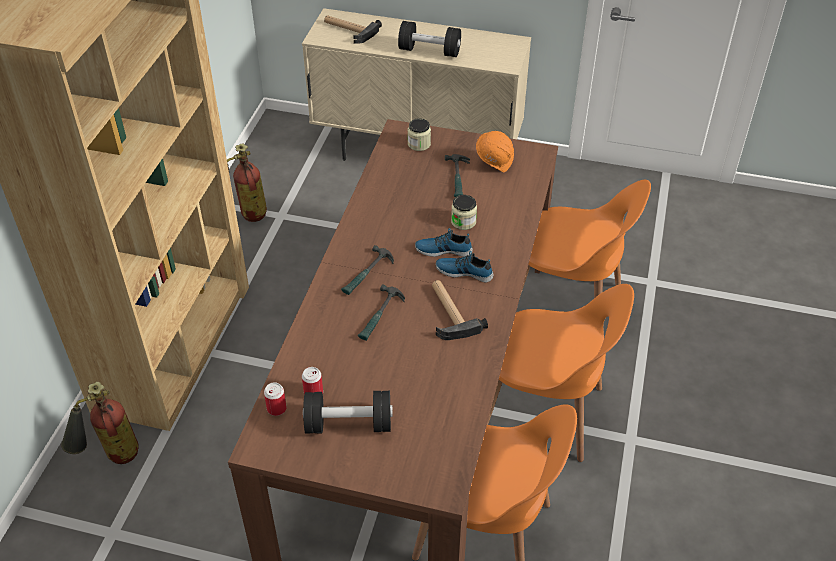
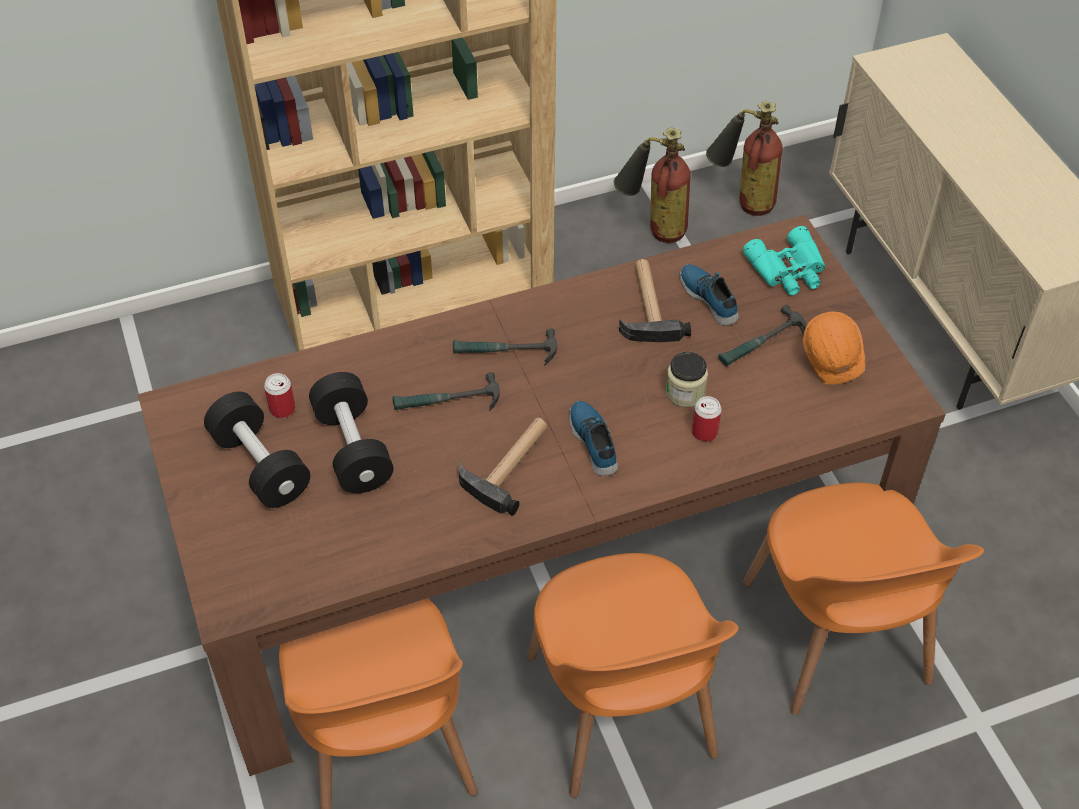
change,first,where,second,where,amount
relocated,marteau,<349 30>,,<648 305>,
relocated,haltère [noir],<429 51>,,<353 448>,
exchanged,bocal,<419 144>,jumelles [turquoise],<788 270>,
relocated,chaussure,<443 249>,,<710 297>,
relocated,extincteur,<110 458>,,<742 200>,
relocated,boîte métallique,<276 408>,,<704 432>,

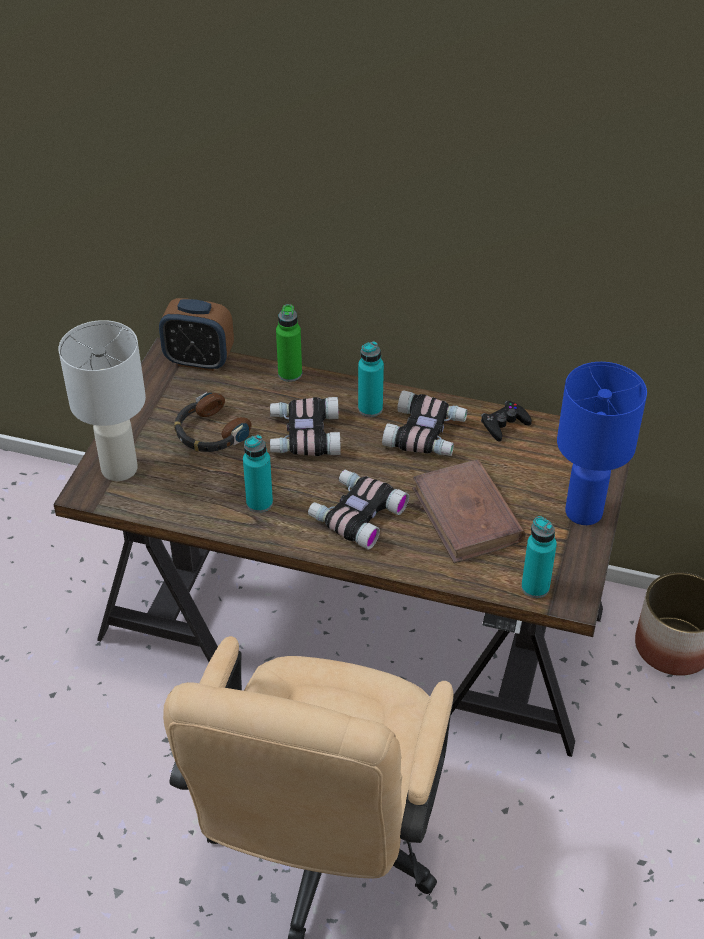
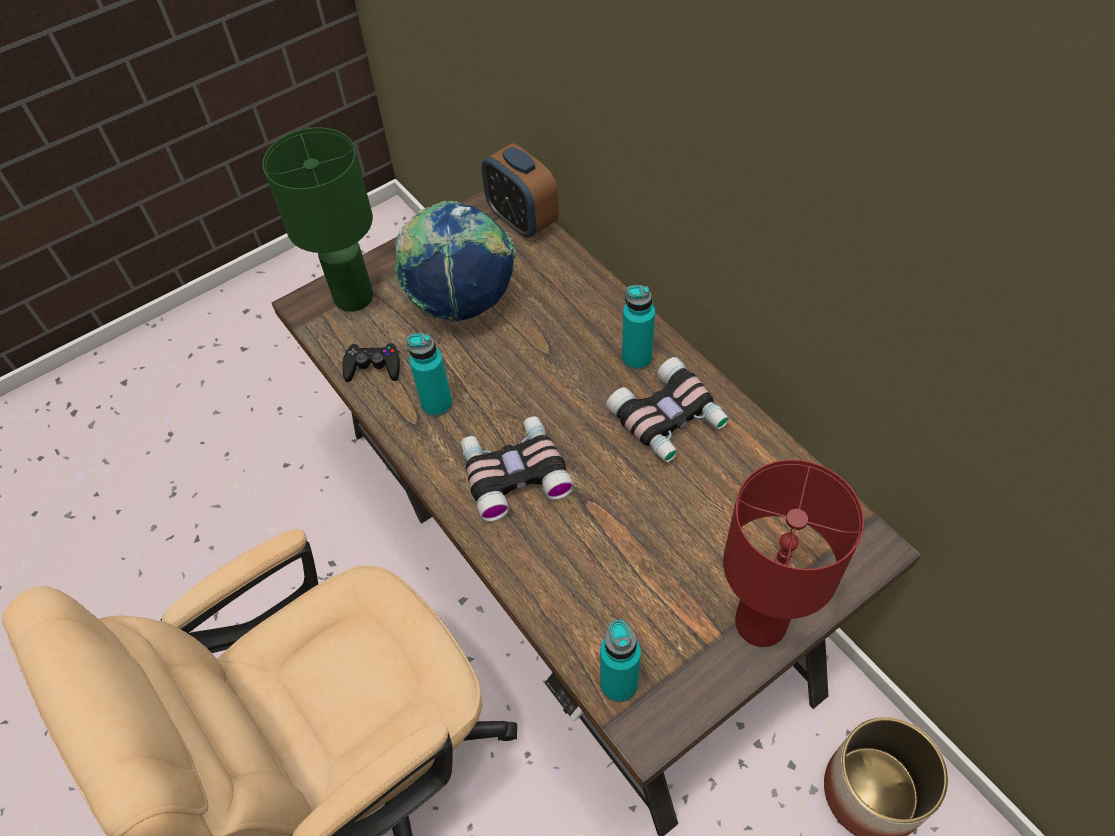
change,first,where,second,where,amount
missing,bouteille [vert],<290 374>,,,
colour,lampe de table [blanc],<118 469>,lampe de table [vert],<352 296>,
colour,lampe de table [bleu],<585 512>,lampe de table [rouge],<761 624>,
exchanged,casque audio,<210 433>,globe,<462 302>,
missing,jumelles,<303 435>,,,
relocated,manette [noir],<504 424>,,<373 366>,
missing,livre [marron],<467 515>,,,

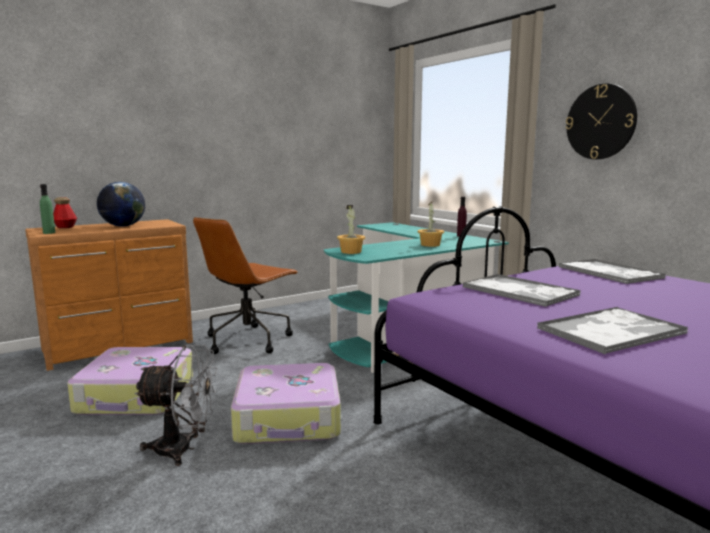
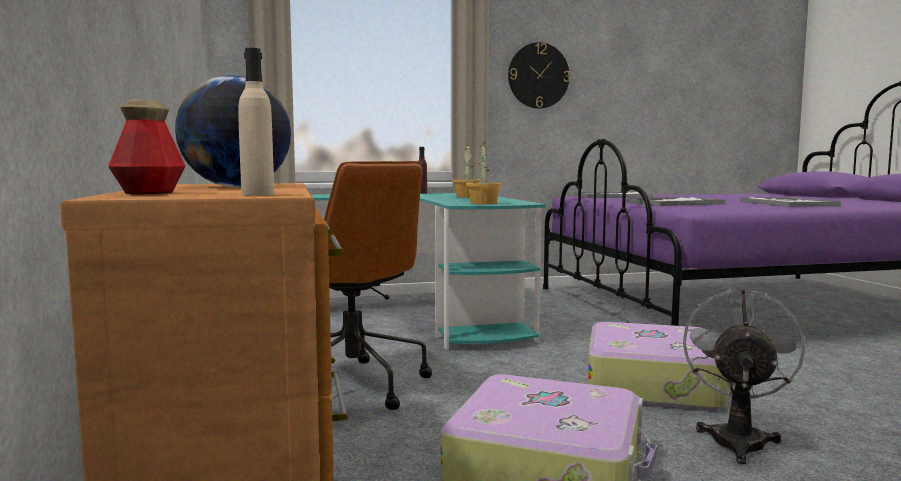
change,first,where,second,where,amount
colour,bouteille [vert],<49 233>,bouteille [beige],<258 194>,

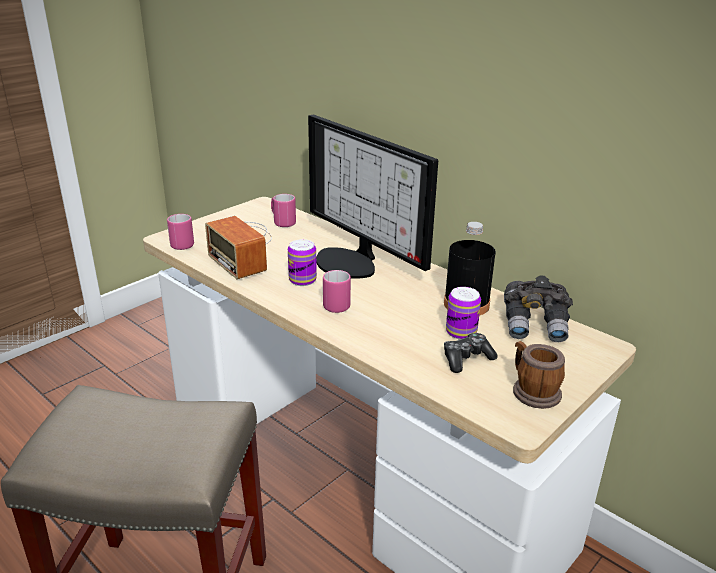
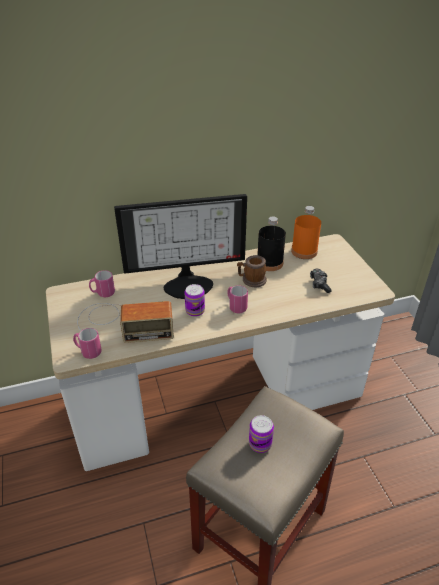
change,first,where,second,where,amount
exchanged,jumelles [gris],<535 325>,bouteille [orange],<304 251>,
relocated,boîte métallique,<461 332>,,<260 444>,
relocated,mug,<532 391>,,<251 280>,

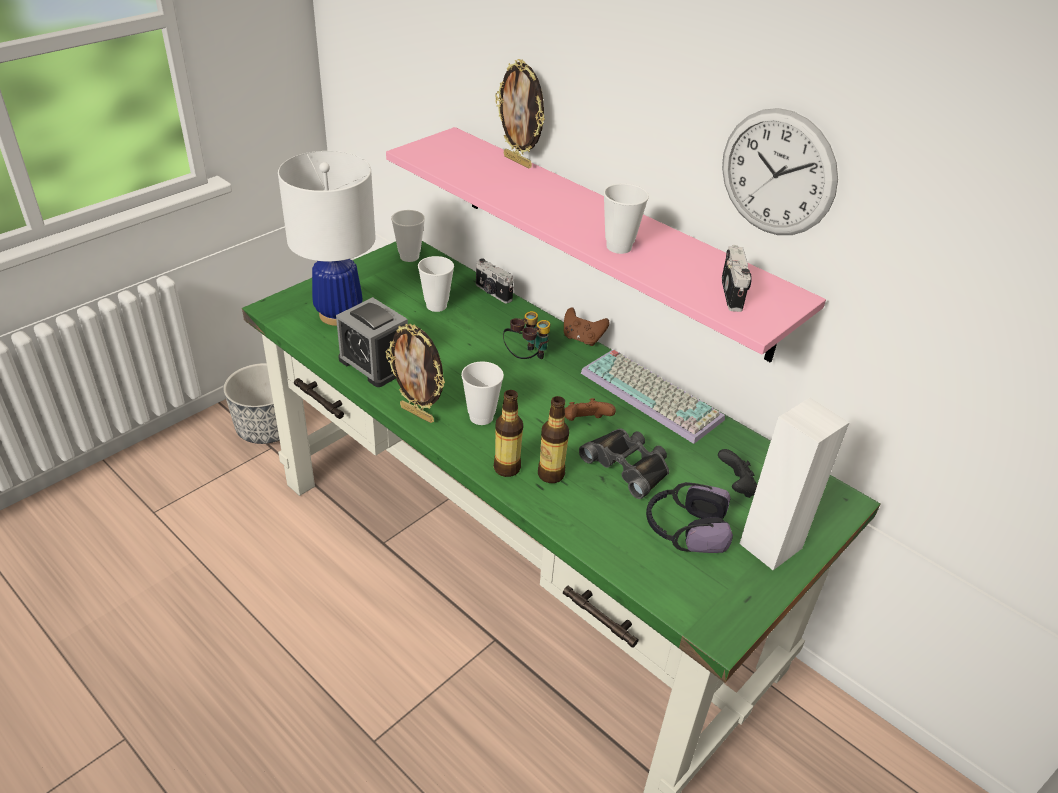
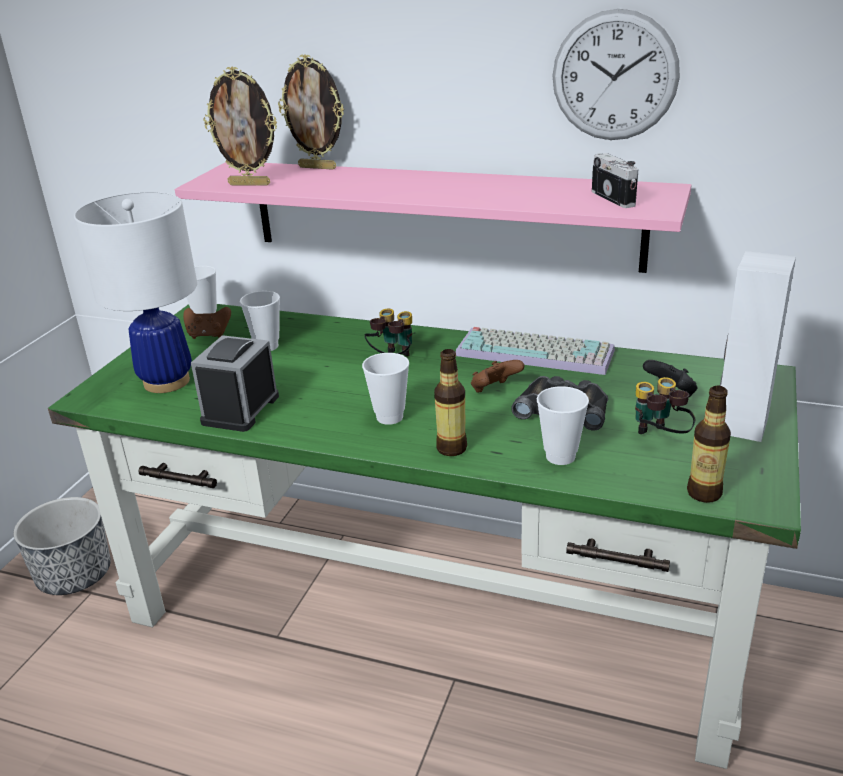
change,first,where,second,where,amount
relocated,tasse,<619 247>,,<560 456>,
missing,appareil photo,<492 293>,,,
spun,réveil,<375 364>,,<240 409>,90 degrees clockwise
relocated,manette [marron],<582 339>,,<209 335>,
relocated,cadre photo,<418 414>,,<250 184>,
relocated,bouteille,<551 474>,,<704 493>,
exchanged,casque audio,<685 529>,jumelles,<659 439>,

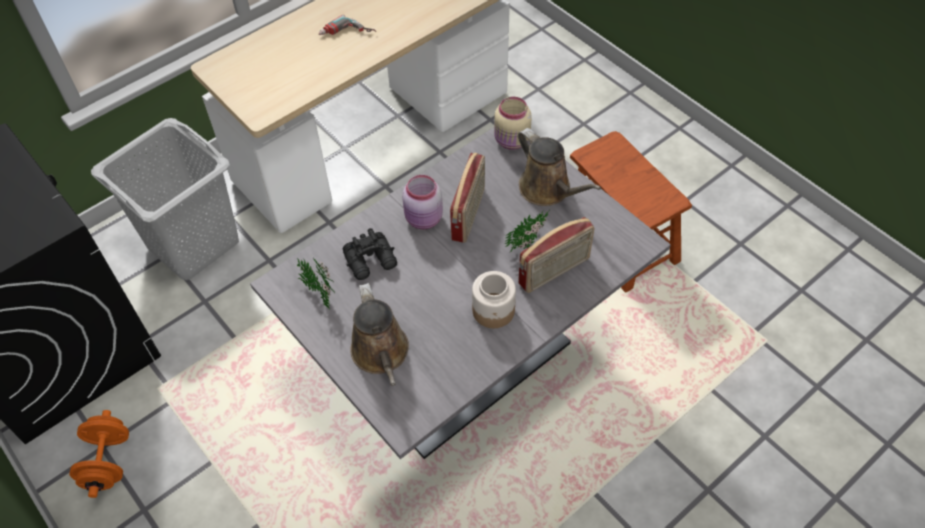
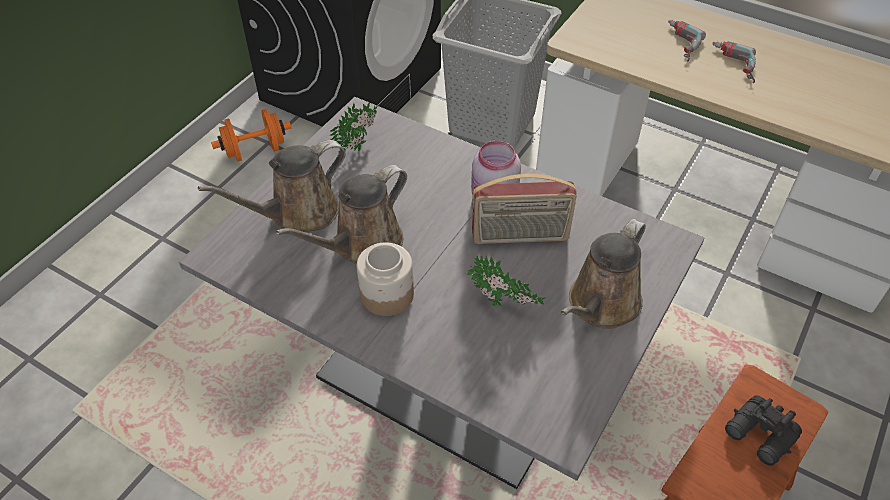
change,first,where,second,where,amount
missing,bocal [beige],<512 141>,,,
missing,radio,<555 272>,,,
relocated,jumelles [noir],<372 261>,,<760 436>,
appeared,,,perceuse,<677 44>,
appeared,,,arrosoir [marron],<362 244>,

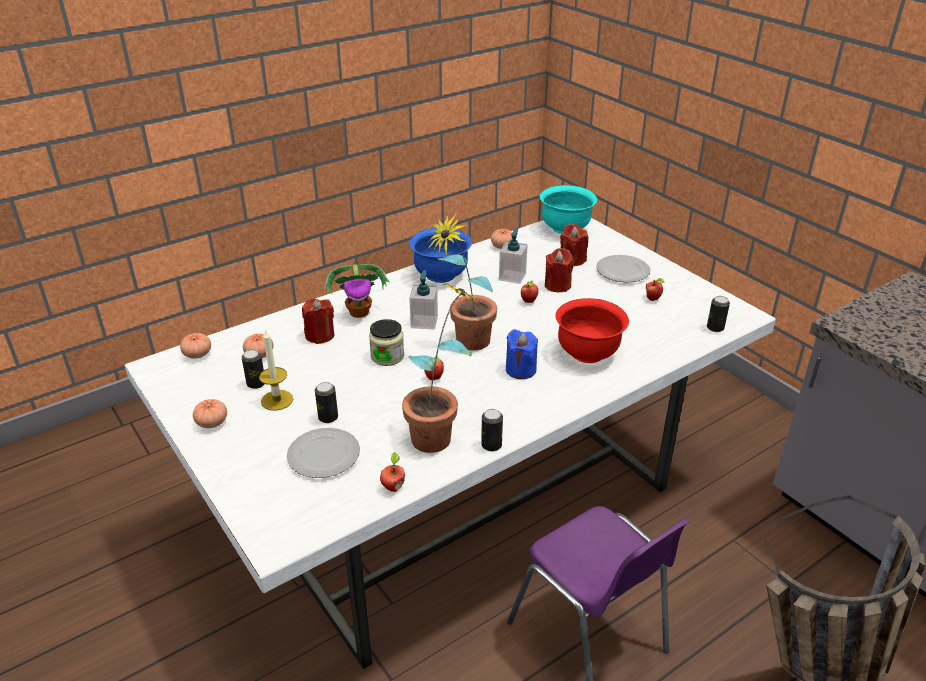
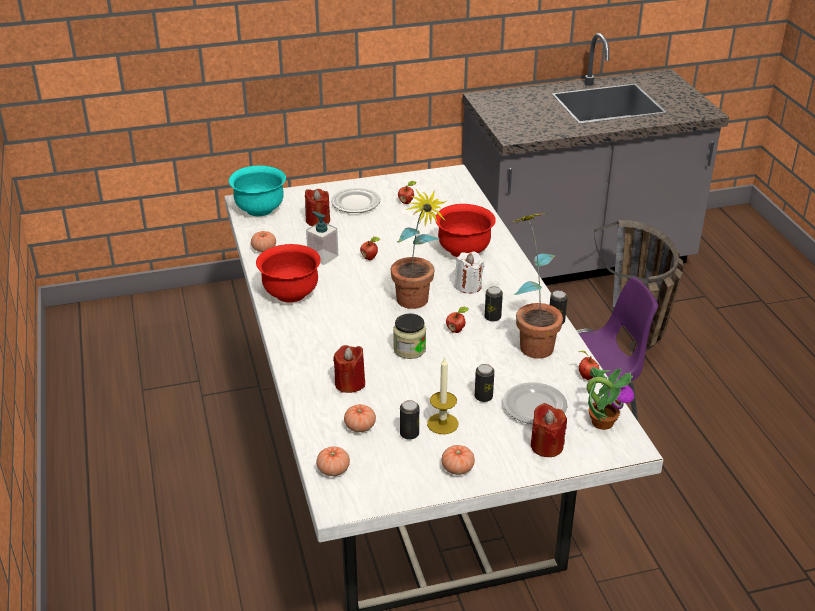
change,first,where,second,where,amount
colour,bol [bleu],<441 275>,bol [rouge],<291 294>,
relocated,bougie [rouge],<557 285>,,<546 446>,
relocated,plante en pot,<360 312>,,<602 422>,
missing,distributeur de savon,<424 322>,,,
relocated,boîte métallique,<715 328>,,<492 317>,
colour,bougie [bleu],<520 370>,bougie [blanc],<468 286>,

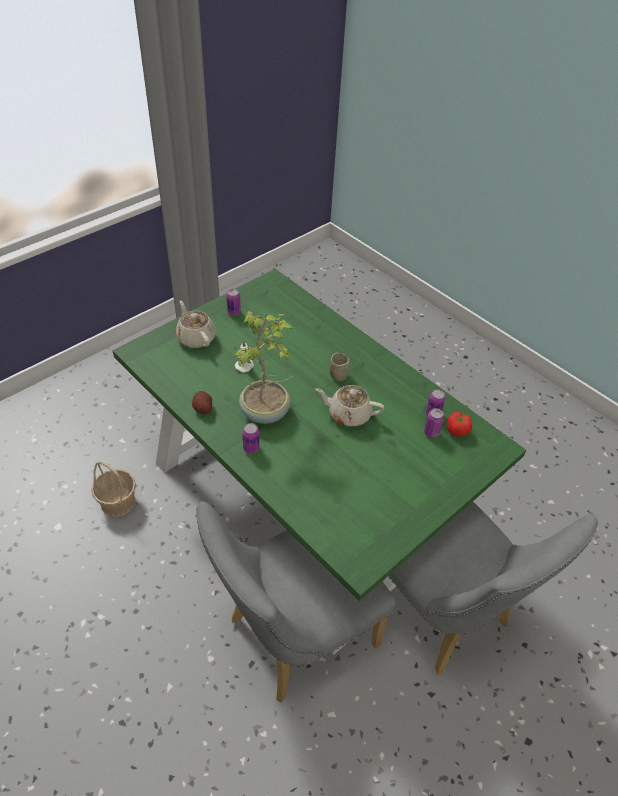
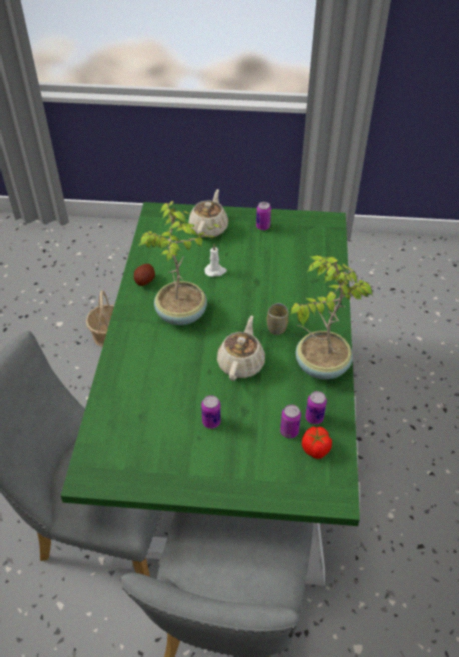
change,first,where,second,where,amount
spun,théière [beige],<348 414>,,<241 363>,45 degrees clockwise
relocated,boîte métallique,<251 448>,,<211 422>,
appeared,,,plante en pot,<320 365>,

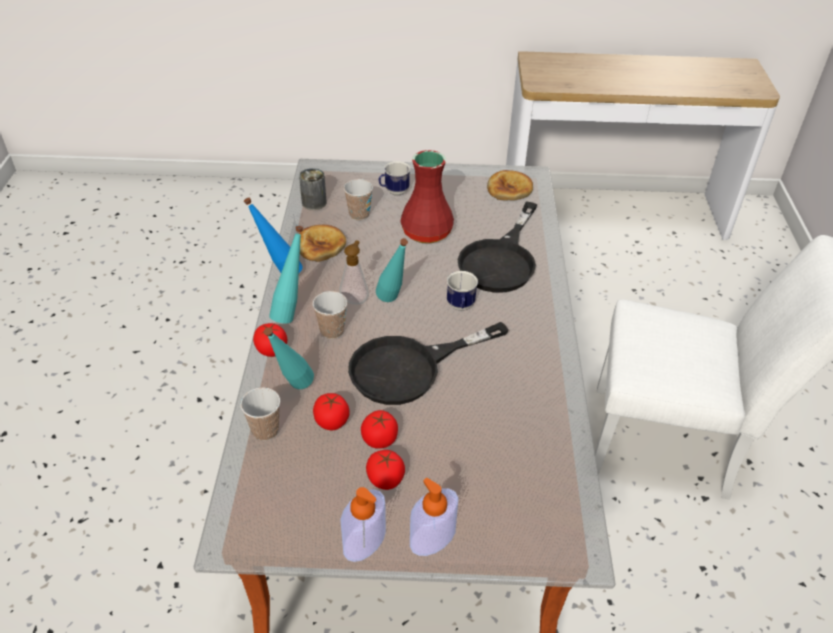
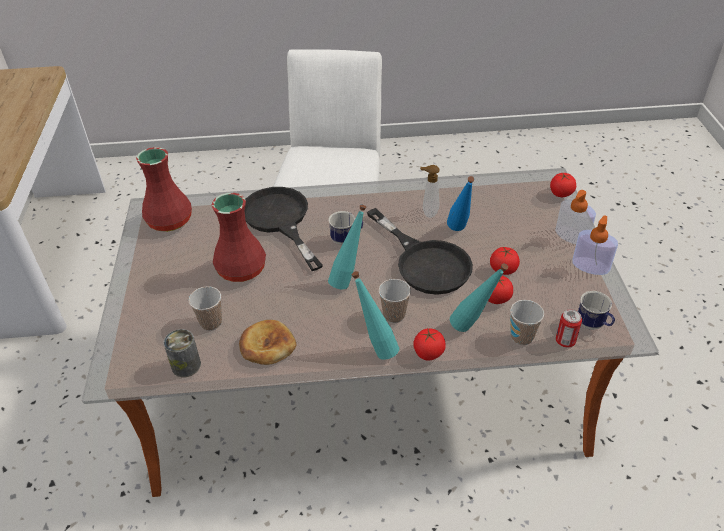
change,first,where,second,where,amount
relocated,mug,<393 192>,,<593 325>,
exchanged,pain,<509 189>,vase [rouge],<169 220>,
relocated,bouteille [bleu],<279 273>,,<459 232>,
spun,poêle [noir],<501 260>,,<280 220>,135 degrees counterclockwise
relocated,distributeur de savon,<355 299>,,<428 213>,
relocated,tomate,<385 479>,,<561 193>,
appeared,,,boîte métallique,<565 341>,

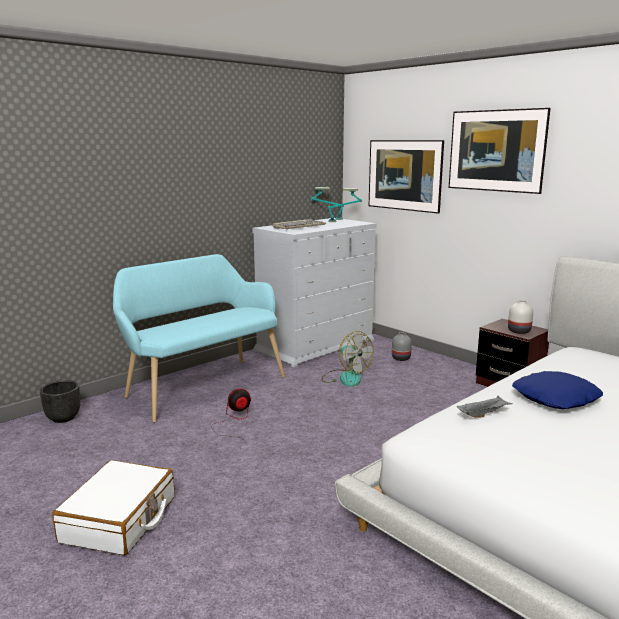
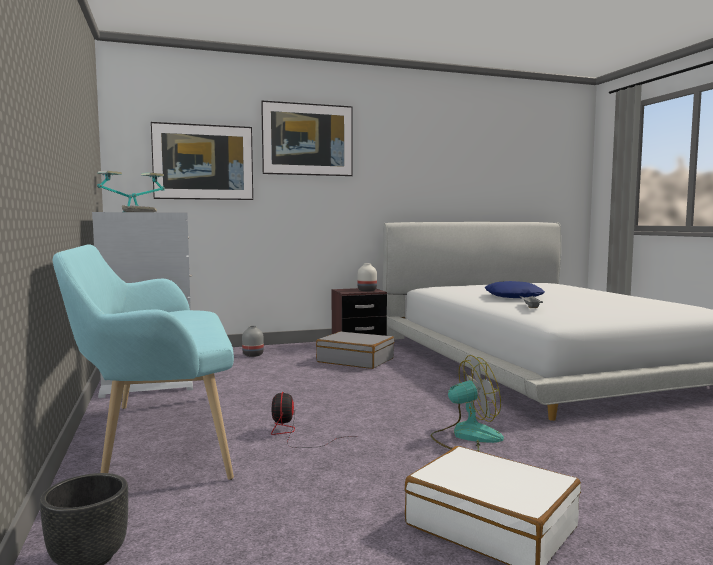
change,first,where,second,where,amount
relocated,ventilateur,<345 377>,,<466 436>,
appeared,,,valise [gris],<355 360>,

